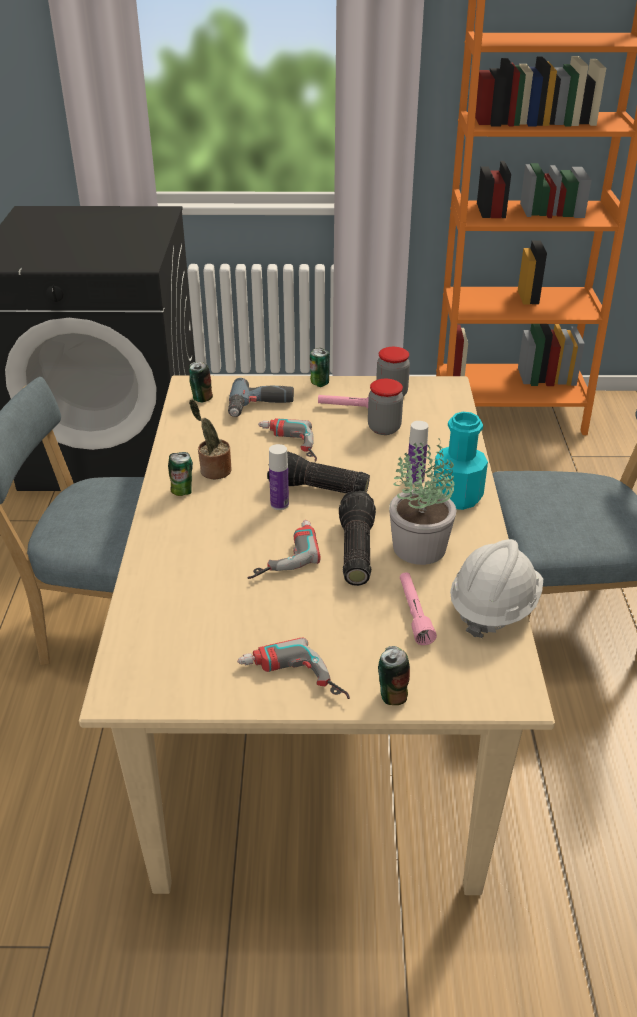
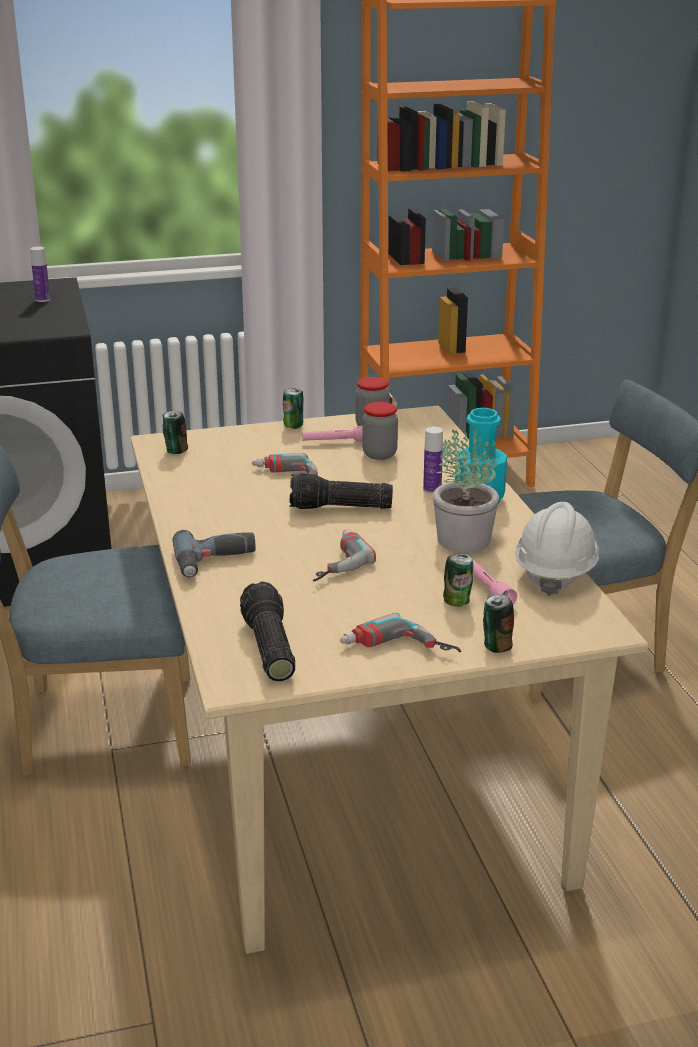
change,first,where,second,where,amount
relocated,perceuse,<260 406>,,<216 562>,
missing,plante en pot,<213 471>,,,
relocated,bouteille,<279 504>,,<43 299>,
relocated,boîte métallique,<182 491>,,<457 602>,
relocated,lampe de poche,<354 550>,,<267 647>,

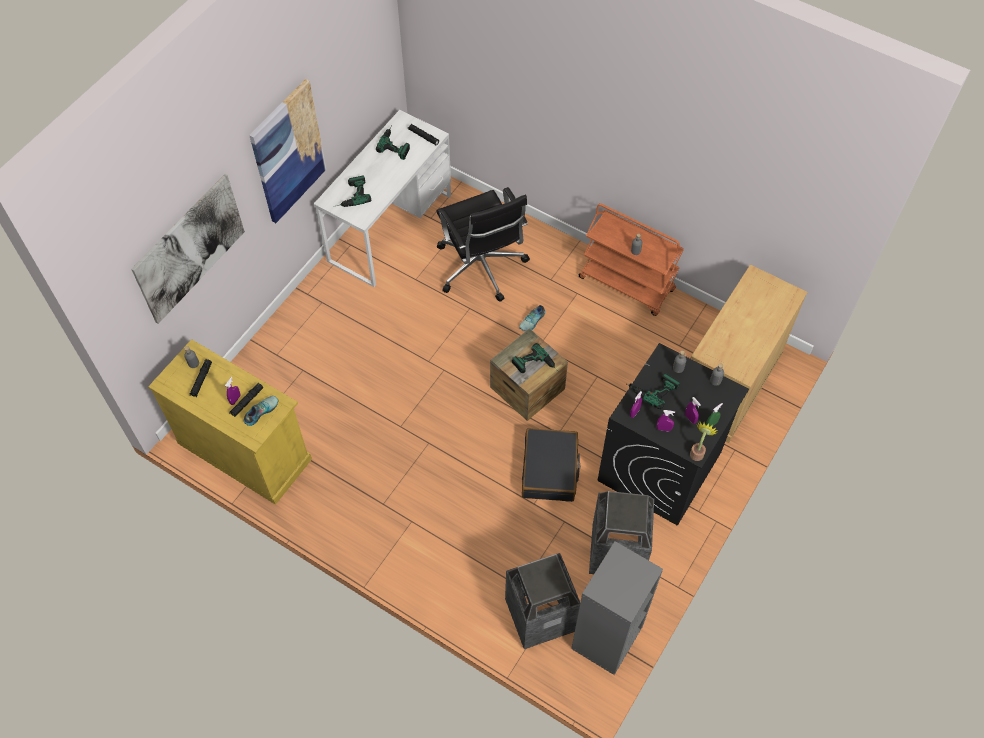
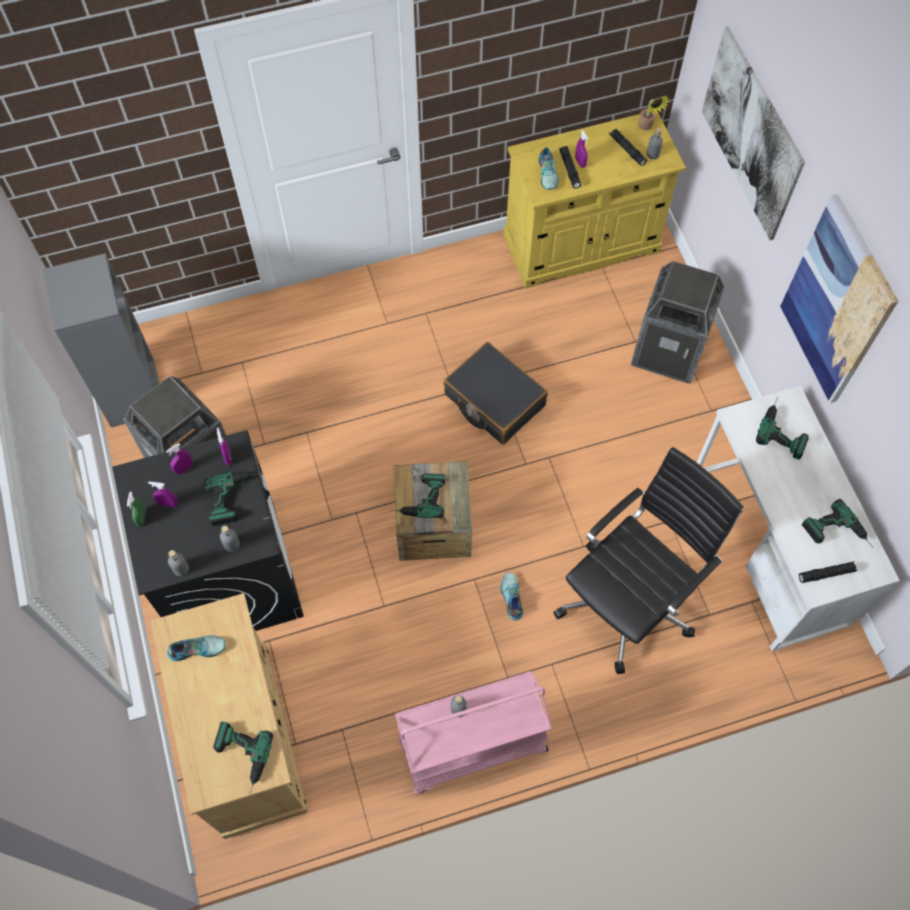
change,first,where,second,where,amount
spun,chaise de bureau [noir],<481 268>,,<629 600>,120 degrees clockwise
colour,chariot [orange],<627 284>,chariot [rose],<472 747>,
relocated,plante en pot,<697 452>,,<647 126>,
relocated,valise [noir],<550 470>,,<494 400>,
relocated,poubelle,<539 615>,,<669 350>,
appeared,,,chaussure,<197 648>,
appeared,,,perceuse,<240 760>,

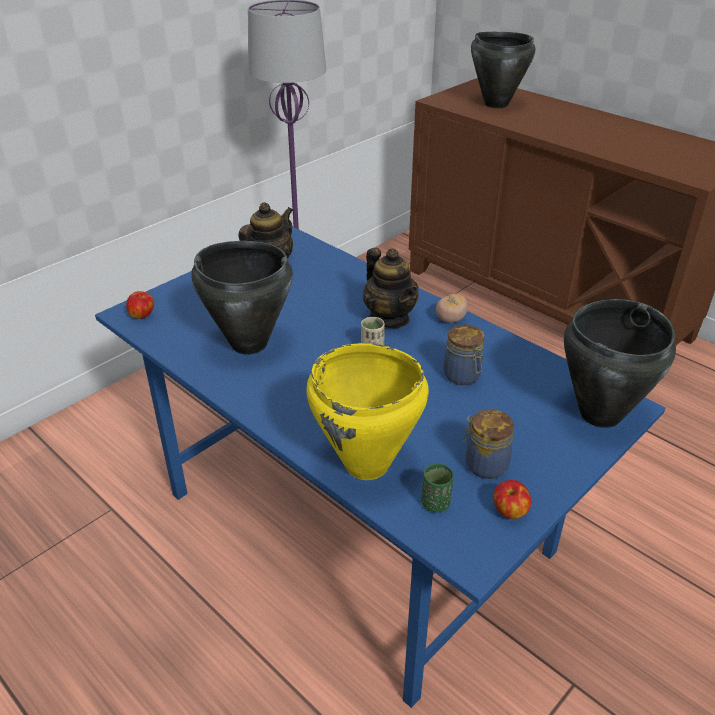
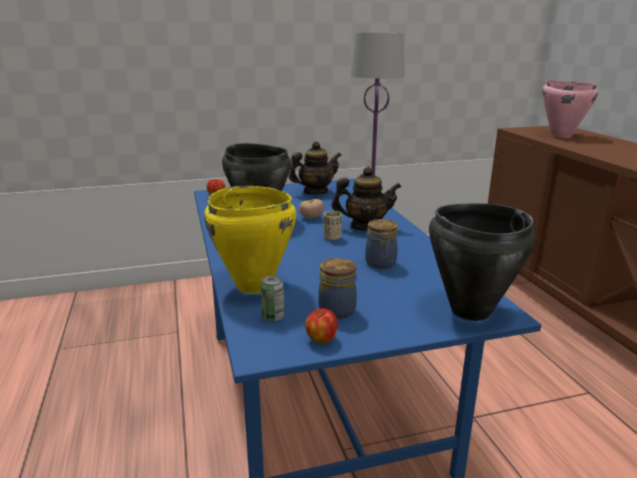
change,first,where,second,where,amount
colour,marmite [noir],<495 104>,marmite [rose],<561 135>,
spun,théière,<390 318>,,<365 226>,90 degrees counterclockwise
relocated,tomate,<450 319>,,<311 217>,
exchanged,tasse [vert],<435 503>,boîte métallique,<273 317>,

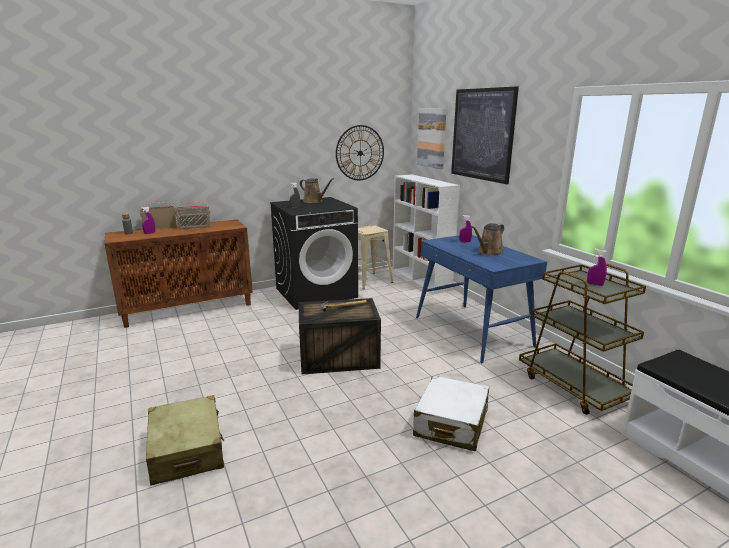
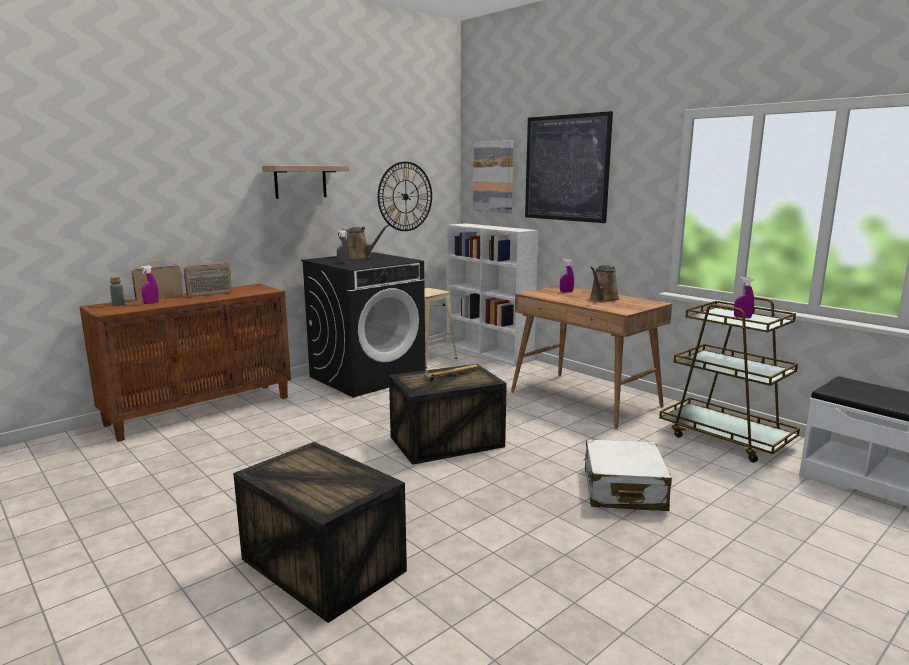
change,first,where,second,where,amount
colour,bureau [bleu],<473 332>,bureau [marron],<585 399>,
exchanged,valise [beige],<187 450>,caisse,<321 564>,
appeared,,,étagère,<300 182>,

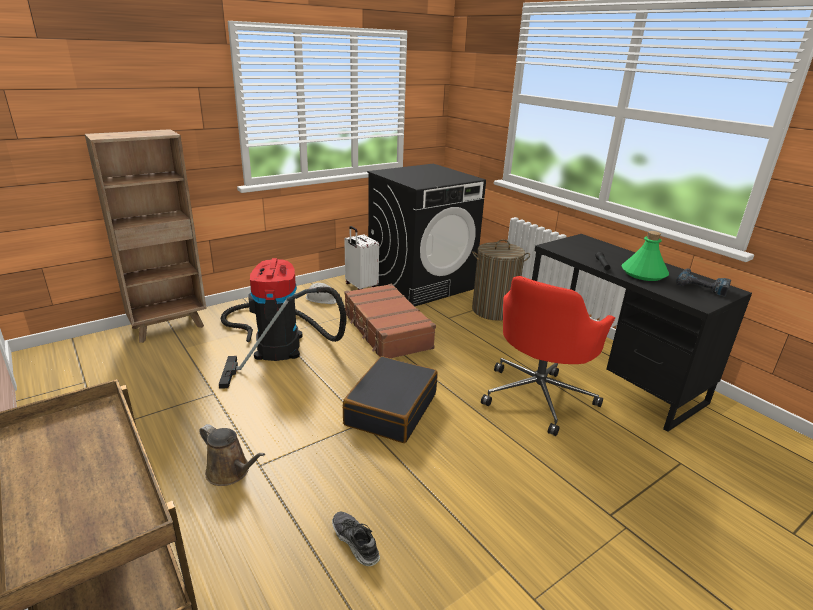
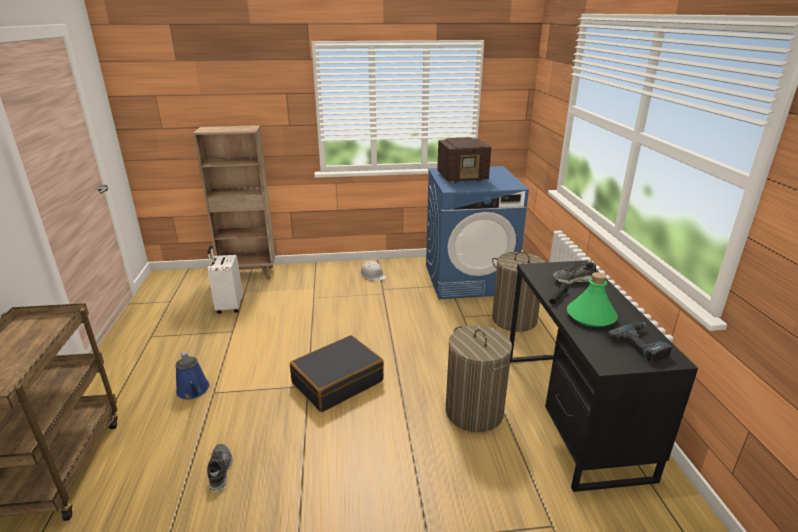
change,first,where,second,where,amount
colour,lave-linge [noir],<421 284>,lave-linge [bleu],<469 279>,
relocated,valise [blanc],<360 287>,,<229 307>,
missing,aspirateur,<277 343>,,,
exchanged,chaise de bureau [rouge],<538 396>,panier à linge,<474 412>,
missing,valise [marron],<386 331>,,,
colour,arrosoir [marron],<230 472>,arrosoir [bleu],<193 391>,
appeared,,,radio,<463 178>,
appeared,,,chaussure,<574 280>,

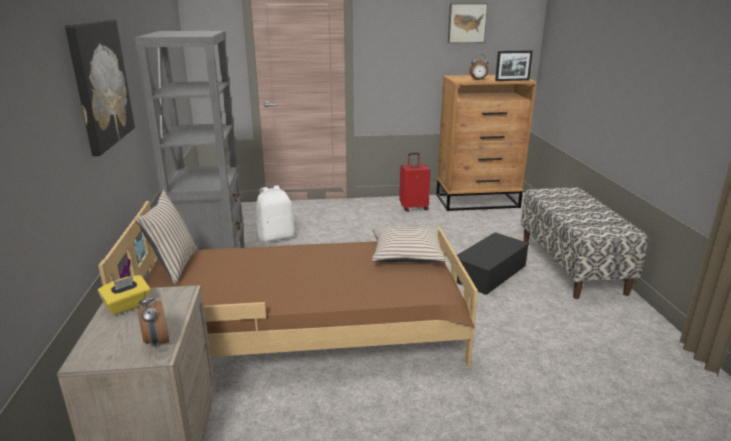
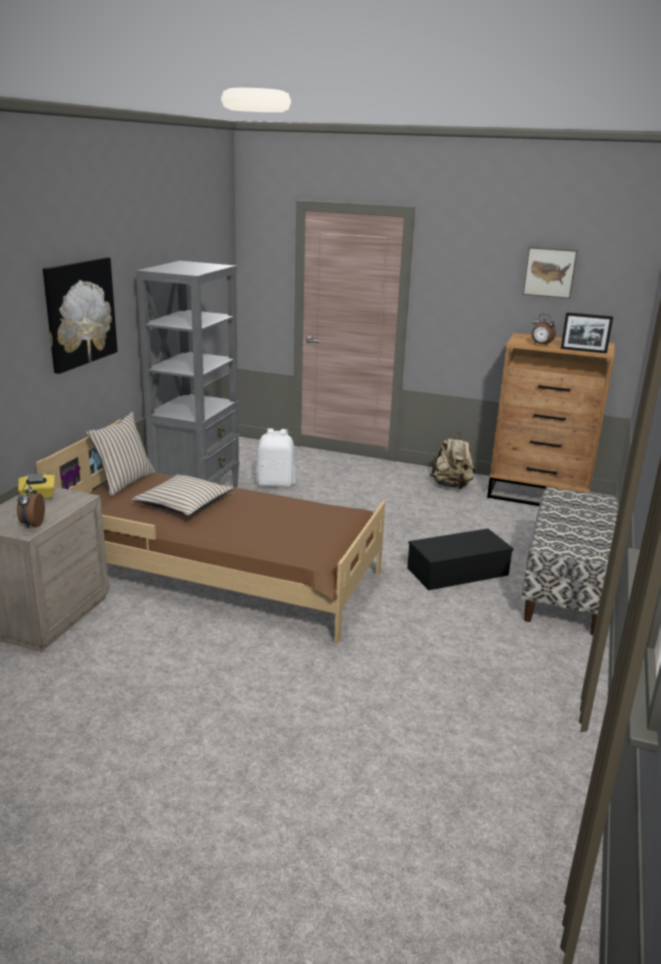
change,first,where,second,where,amount
exchanged,valise [rouge],<413 207>,sac à dos [beige],<452 486>,
relocated,coussin [beige],<406 253>,,<183 503>,

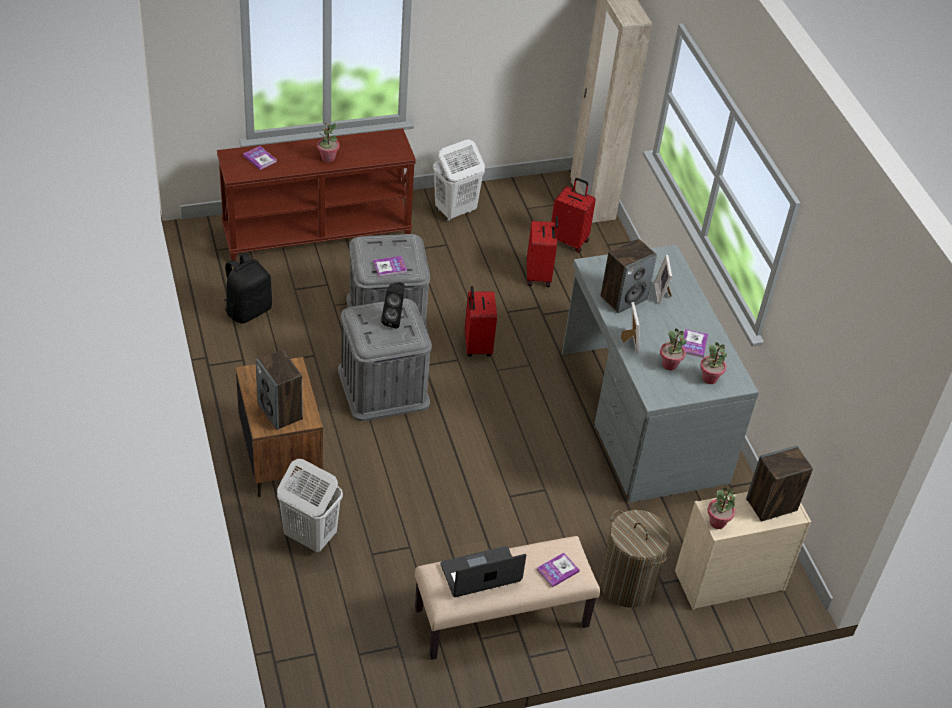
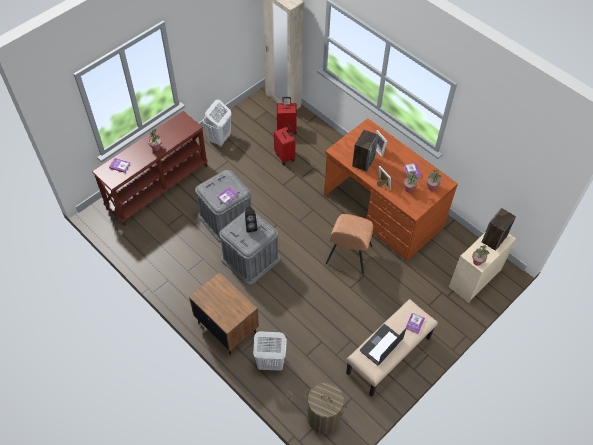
change,first,where,second,where,amount
colour,bureau [gris],<641 417>,bureau [marron],<382 211>,
missing,sac à dos [noir],<248 310>,,,
missing,valise [rouge],<476 346>,,,
missing,enceinte,<280 411>,,,
relocated,panier à linge,<627 584>,,<323 417>,
appeared,,,chaise [marron],<348 256>,

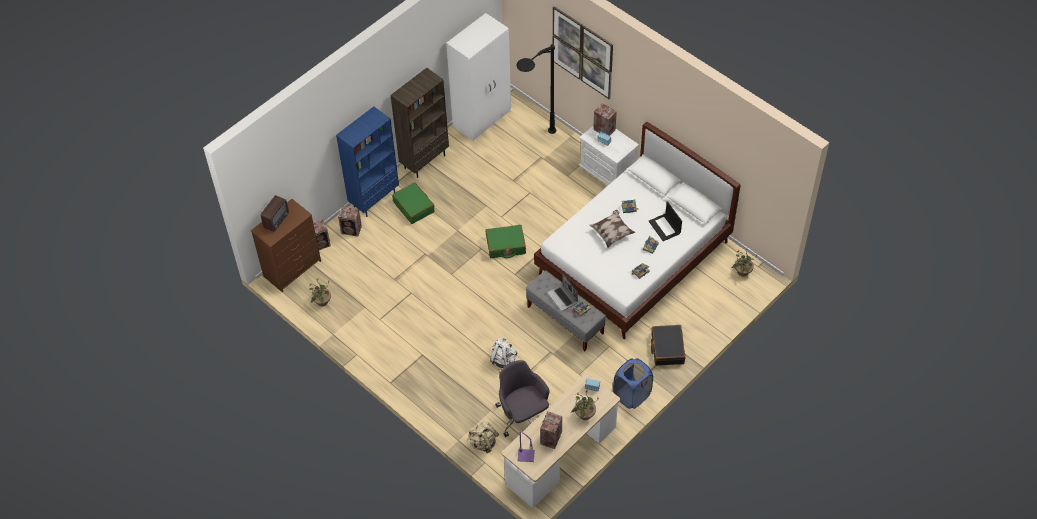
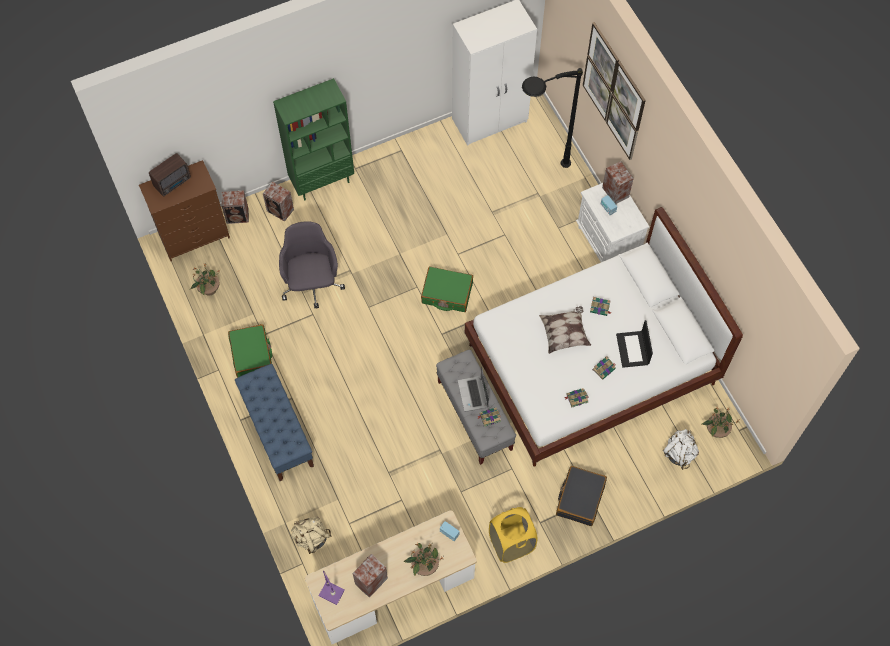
change,first,where,second,where,amount
missing,bibliothèque [marron],<424 161>,,,
colour,bibliothèque [bleu],<374 200>,bibliothèque [vert],<322 181>,
relocated,valise [vert],<414 207>,,<252 355>,
relocated,sac à dos [blanc],<503 360>,,<679 453>,
colour,panier à linge [bleu],<632 395>,panier à linge [jaune],<511 543>,
relocated,chaise de bureau [gris],<523 416>,,<312 284>,
appeared,,,banc [bleu],<277 431>,

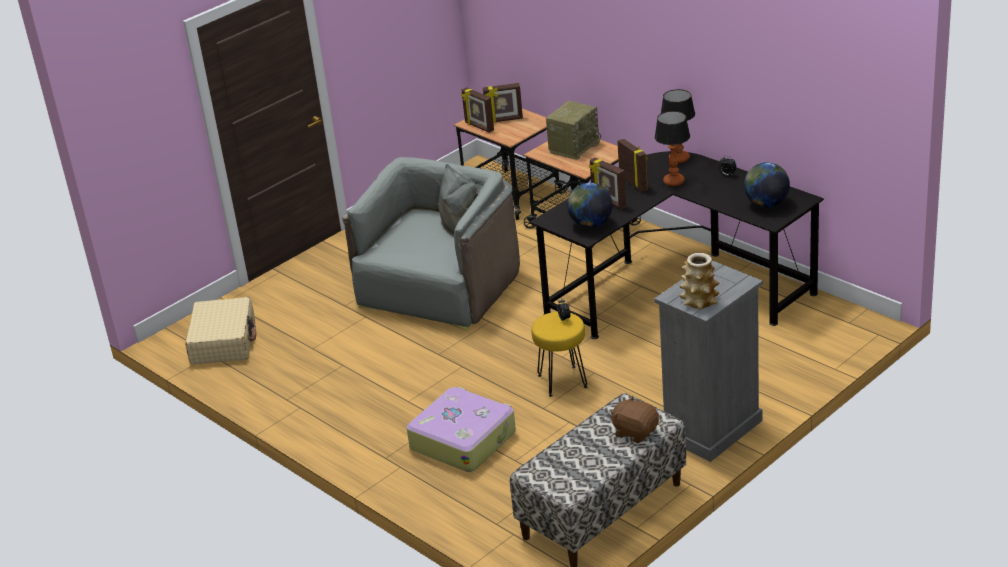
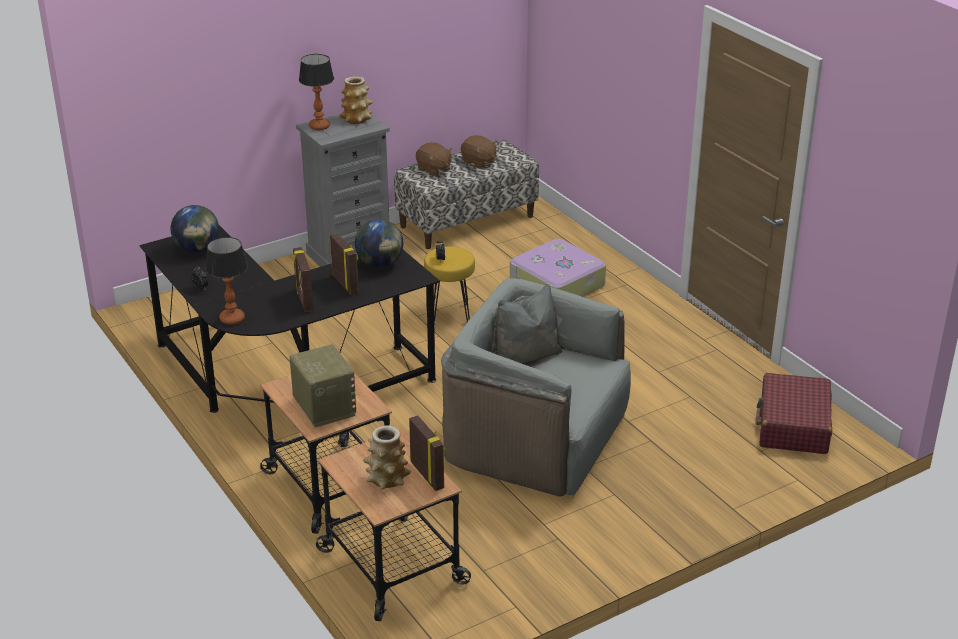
change,first,where,second,where,amount
exchanged,cadre photo,<504 120>,vase,<387 479>,
spun,radio,<574 147>,,<323 406>,105 degrees clockwise
relocated,lampe de table,<673 181>,,<319 126>,
spun,fauteuil [gris],<439 288>,,<536 438>,75 degrees clockwise
colour,valise [beige],<223 341>,valise [rouge],<793 425>,
appeared,,,peluche [marron],<479 162>,

